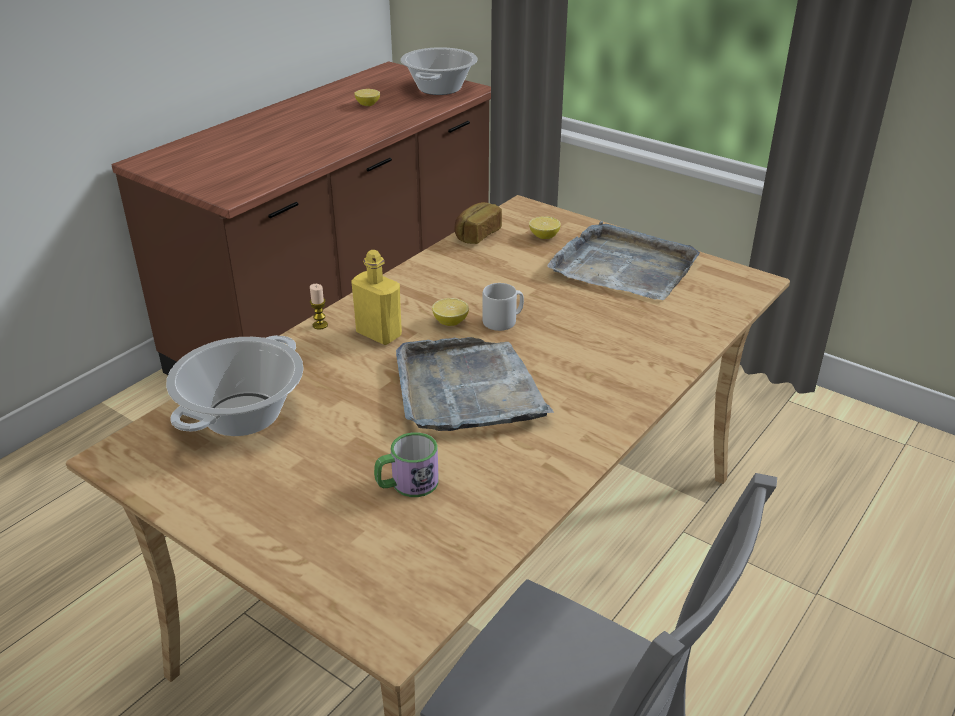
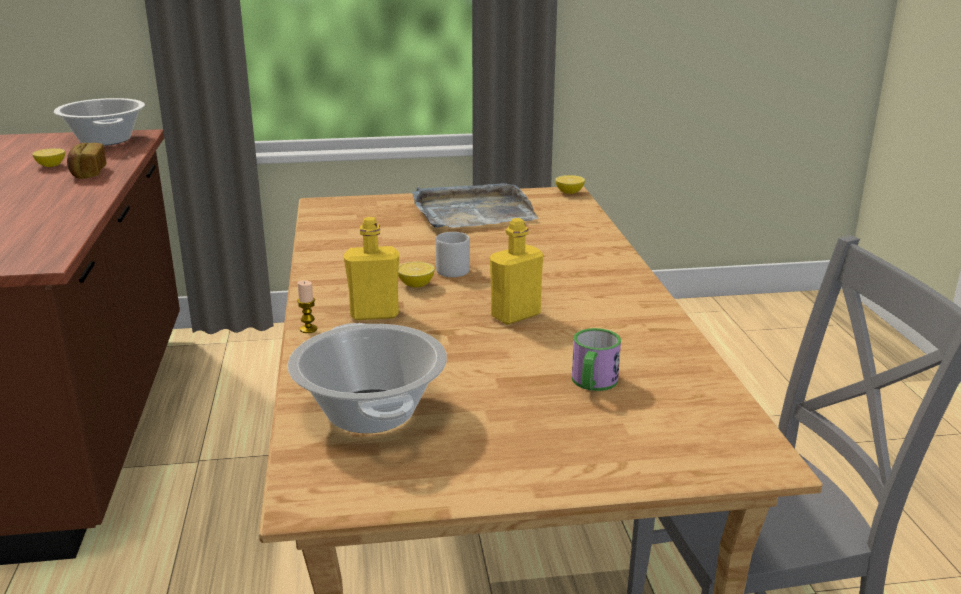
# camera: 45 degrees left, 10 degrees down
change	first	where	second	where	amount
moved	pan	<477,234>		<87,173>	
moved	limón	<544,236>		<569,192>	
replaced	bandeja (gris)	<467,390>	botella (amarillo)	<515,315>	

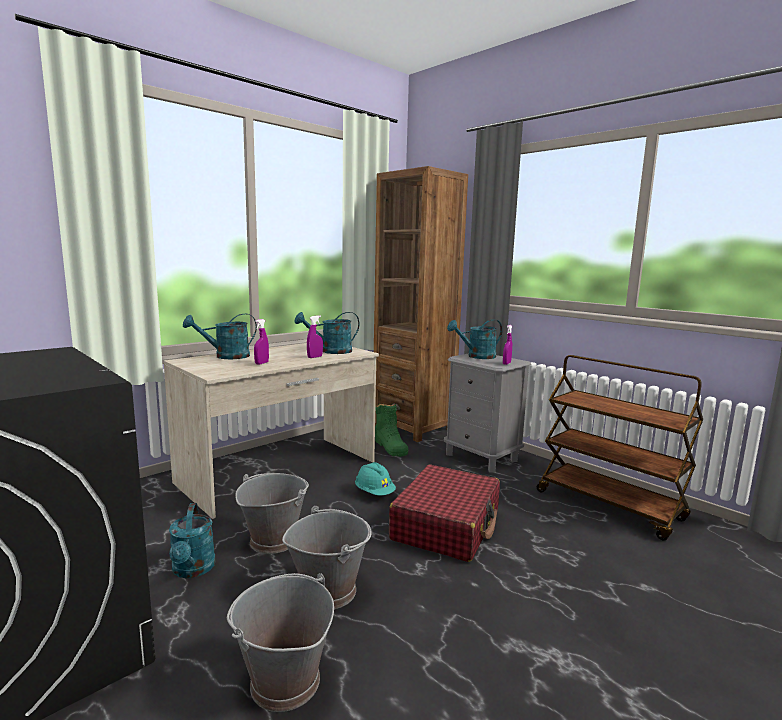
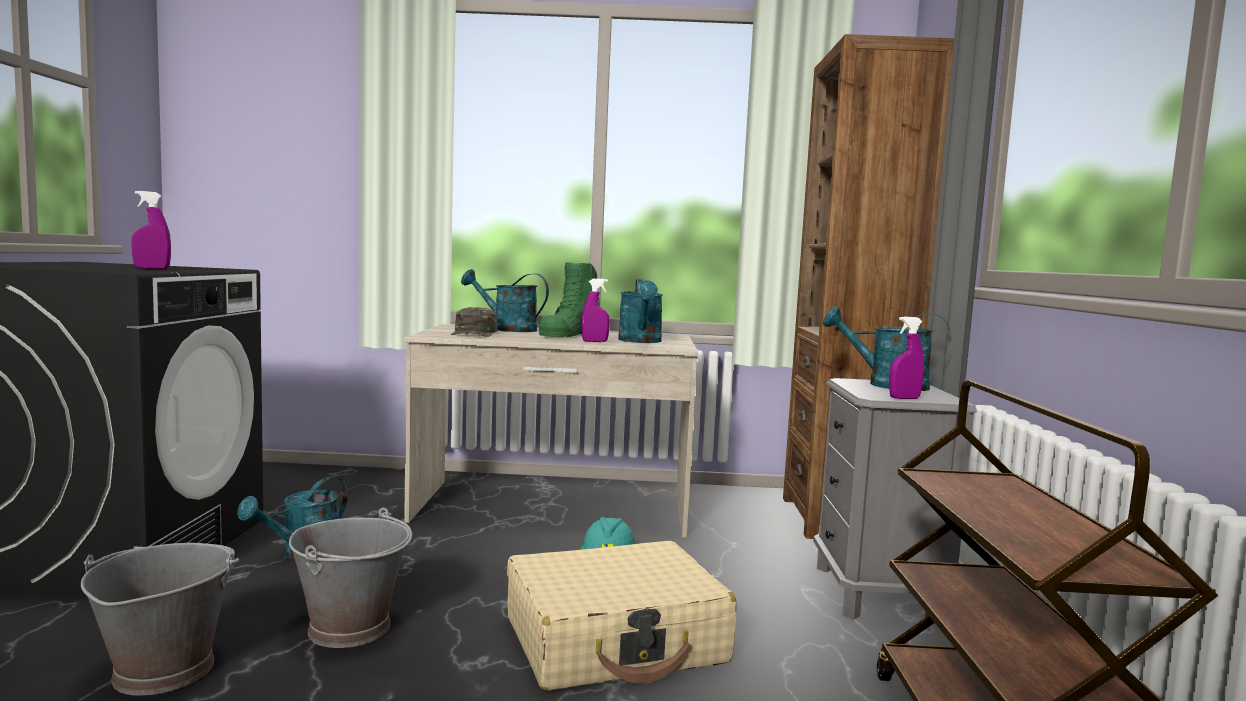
# camera: 45 degrees right, 5 degrees down
change	first	where	second	where	amount
removed	cubo (gris)	<273,540>			
added			gorra (verde)	<474,333>	
moved	pulverizador (morado)	<261,363>		<152,268>	
moved	bota (verde)	<390,447>		<568,334>	
recoloured	maleta (rojo)	<446,525>	maleta (beis)	<616,641>	
turned	regadera (turquesa)	<331,351>		<641,341>	120 degrees counterclockwise

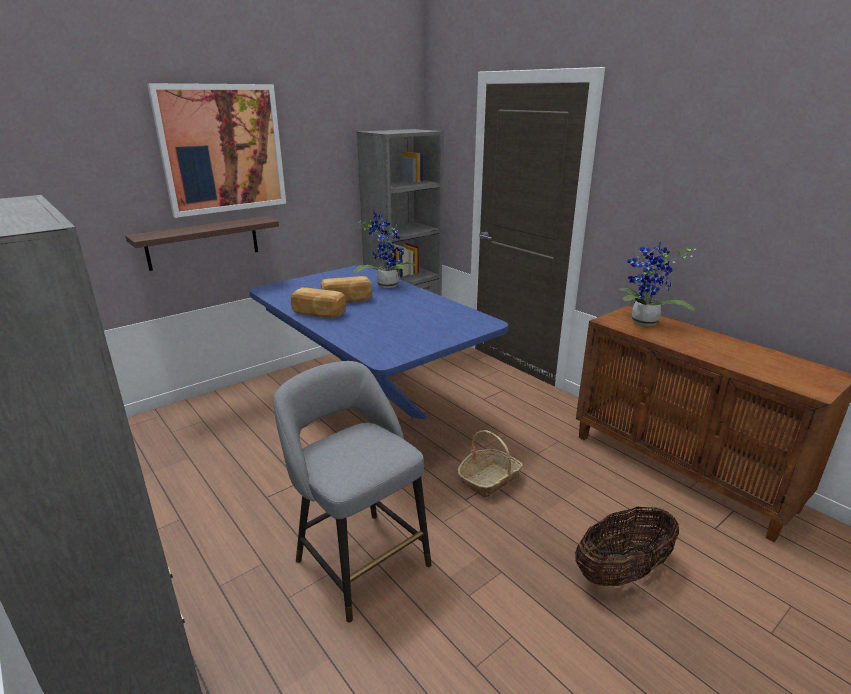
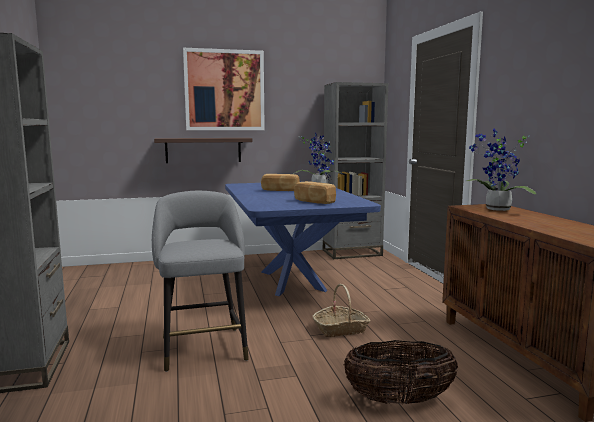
# camera: 25 degrees right, 15 degrees down
change	first	where	second	where	amount
moved	pan	<318,314>		<313,202>	

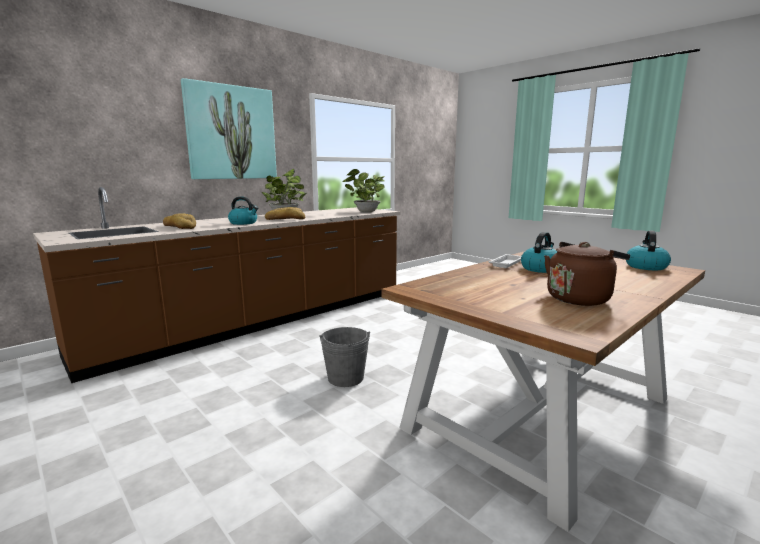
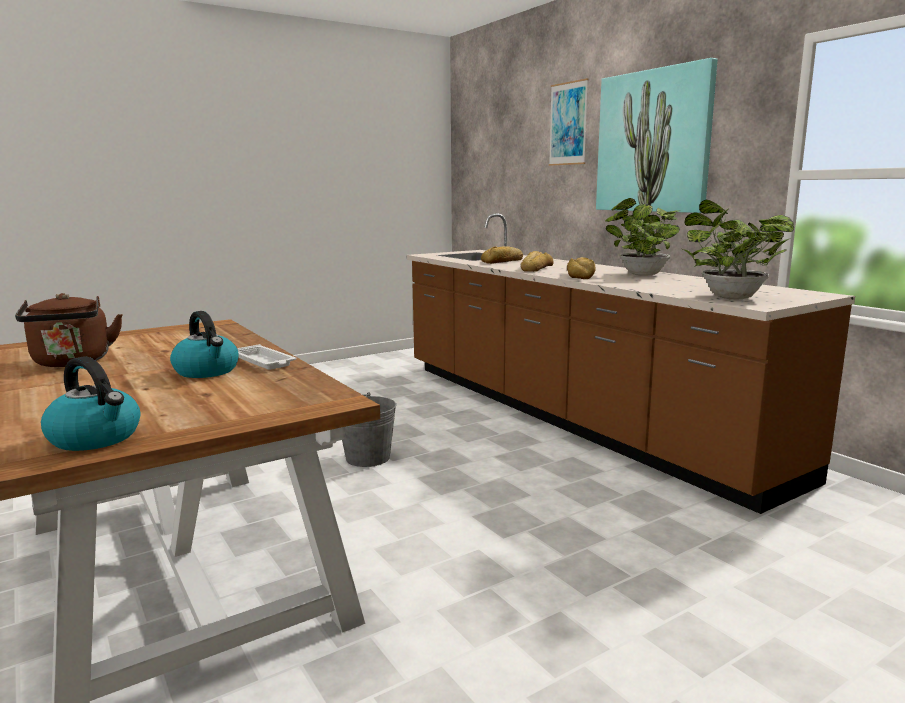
# camera: 100 degrees right, 0 degrees up
change	first	where	second	where	amount
added			cuadro	<568,124>	
replaced	hervidor	<244,223>	pan	<535,269>	

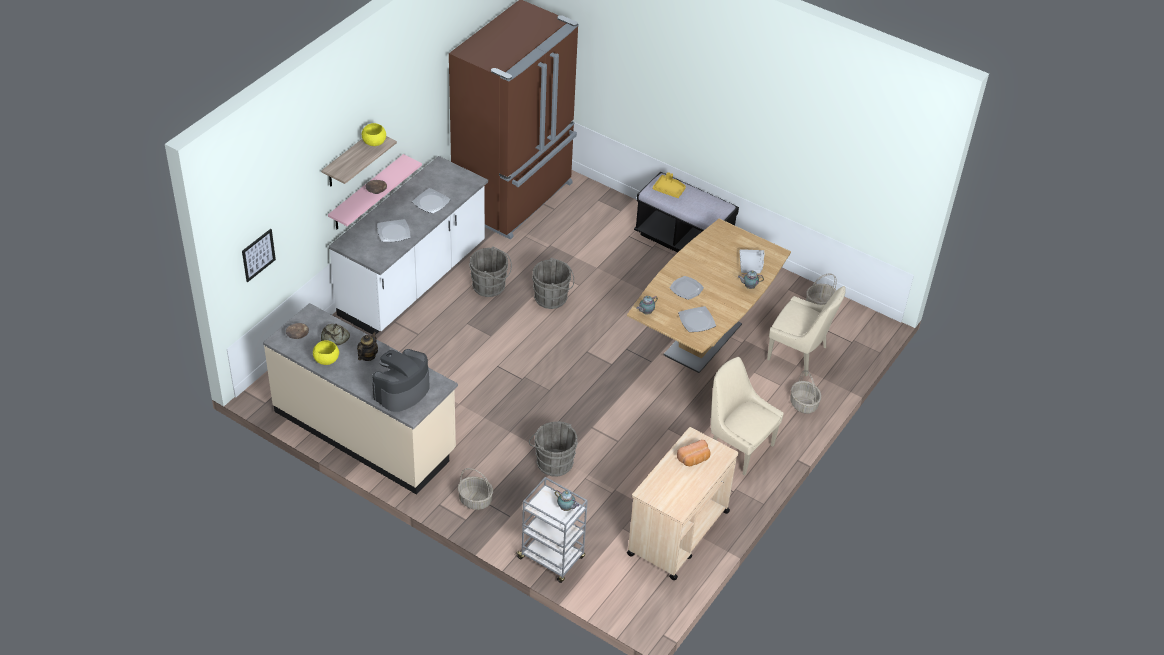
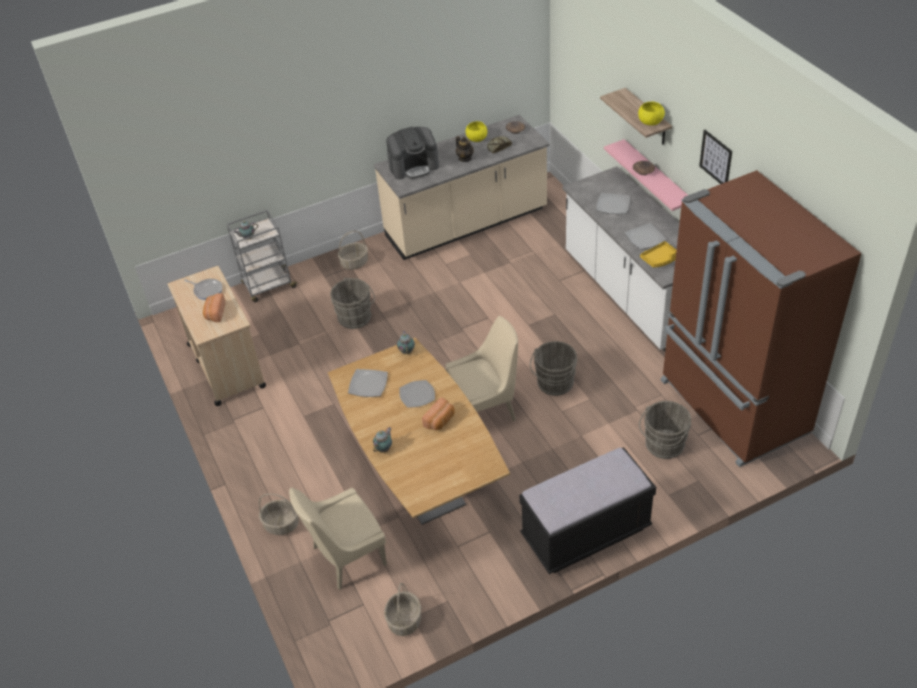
# camera: 125 degrees right, 0 degrees up
change	first	where	second	where	amount
removed	bandeja (gris)	<751,265>			
added			sartén	<207,290>	
added			pan	<440,421>	
moved	cuadro	<258,255>		<716,158>	
moved	cubo (gris)	<491,286>		<663,446>	
moved	bandeja (amarillo)	<669,189>		<660,259>	
moved	silla (beis)	<738,447>		<486,409>	
turned	cafetera	<401,391>		<414,166>	90 degrees clockwise

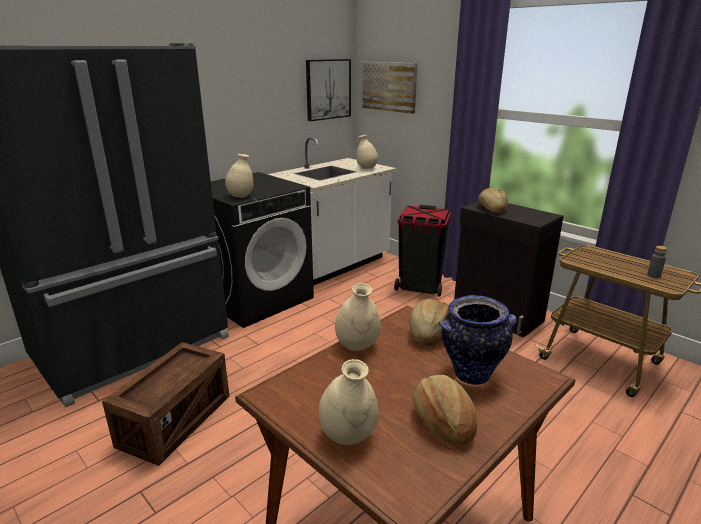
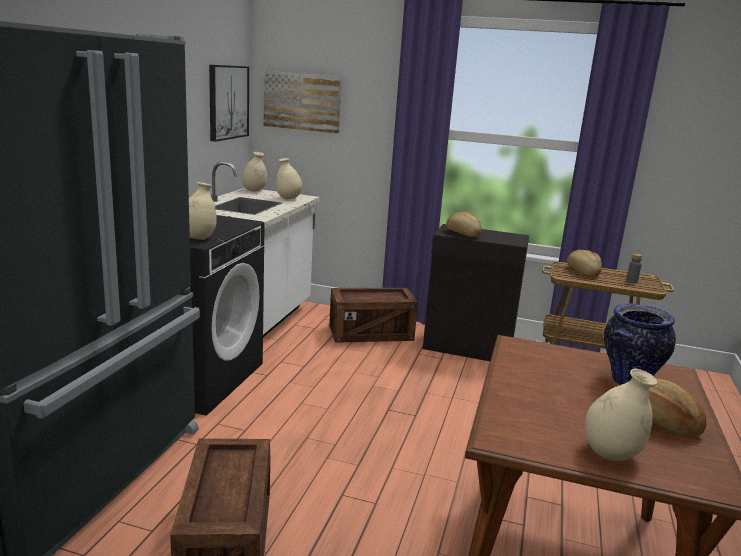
# camera: 30 degrees left, 5 degrees down
change	first	where	second	where	amount
moved	florero (beis)	<357,346>		<254,190>	
moved	pan	<428,332>		<582,272>	
replaced	papelera (negro)	<420,288>	caja de embalaje	<371,333>	

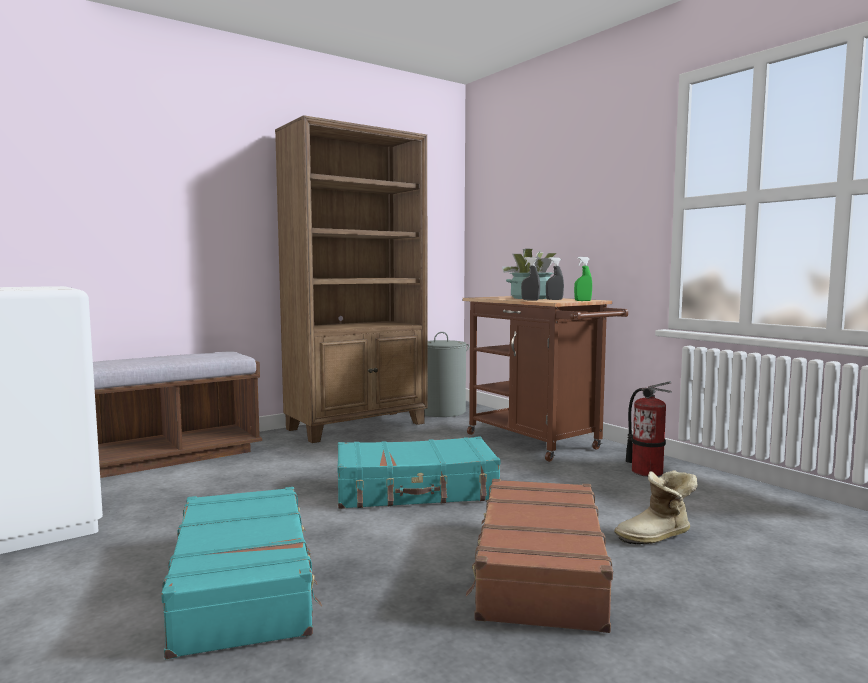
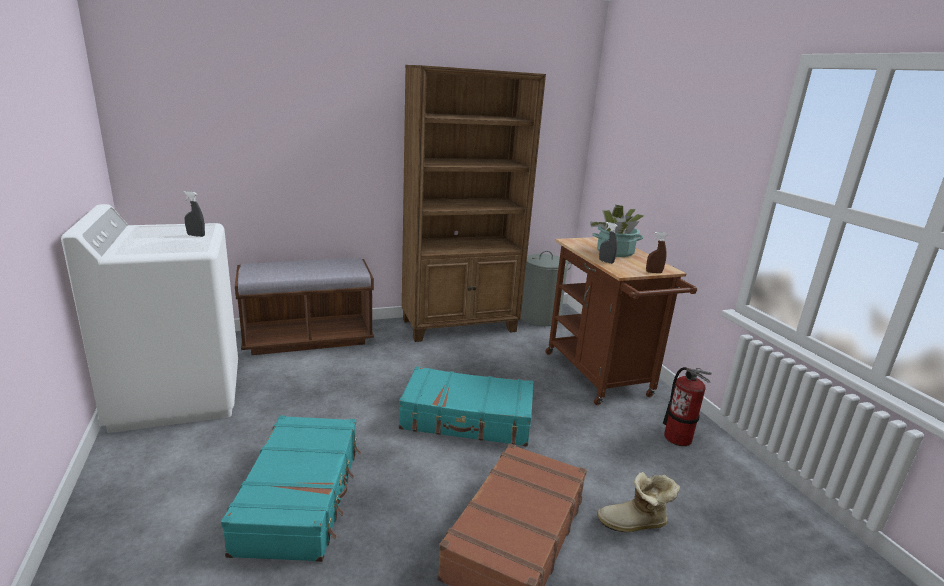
# camera: 15 degrees right, 15 degrees up
change	first	where	second	where	amount
moved	pulverizador (gris)	<554,299>		<196,235>	
recoloured	pulverizador (verde)	<582,301>	pulverizador (marrón)	<654,272>	

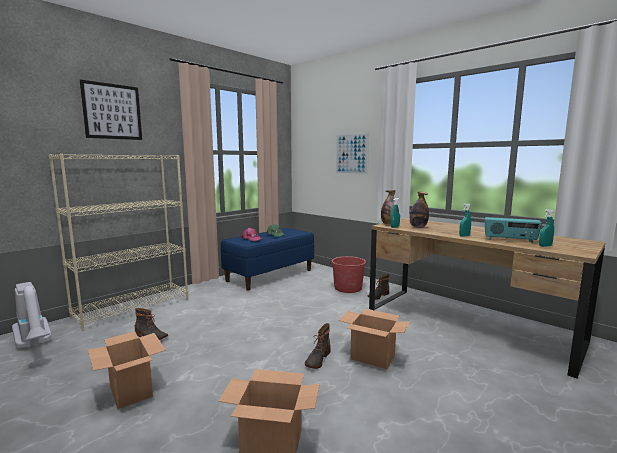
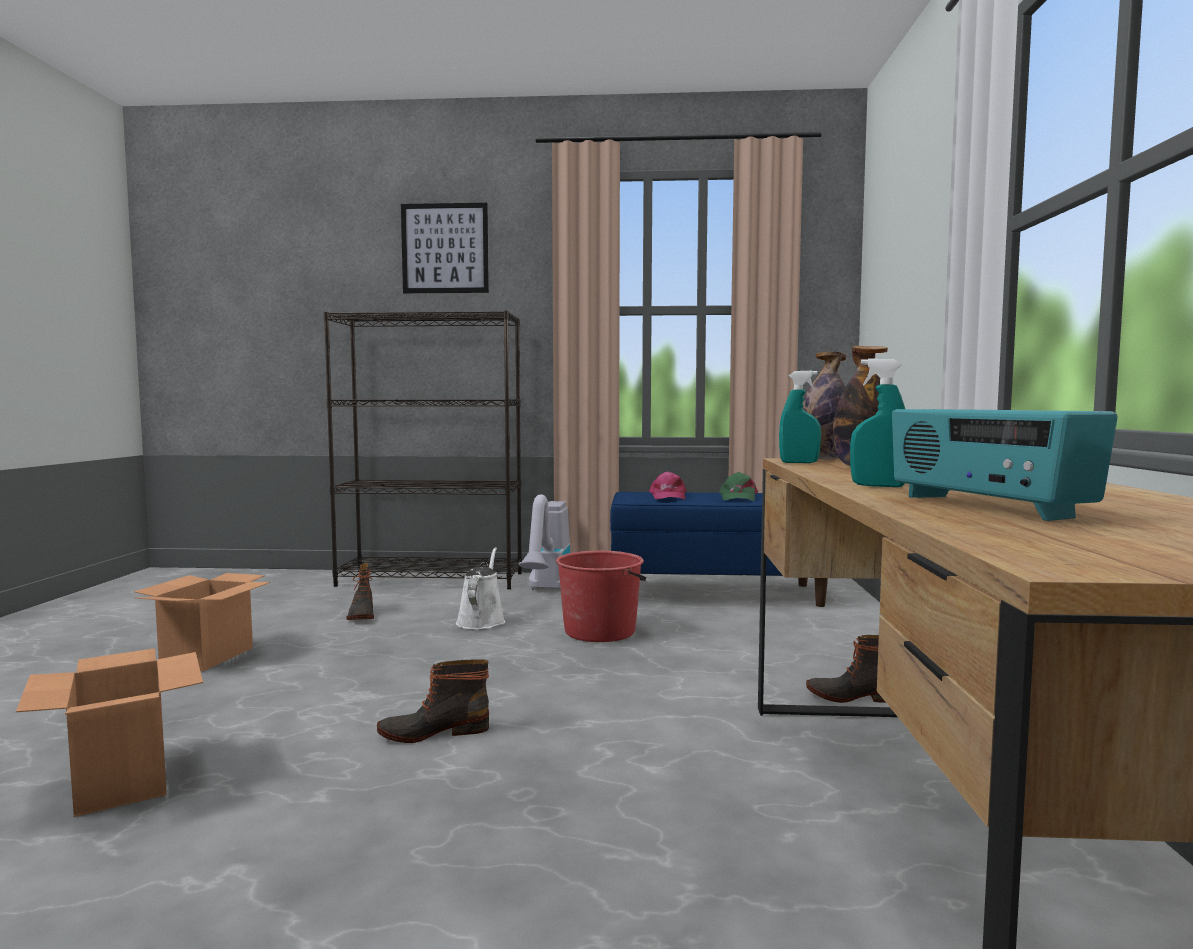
# camera: 50 degrees right, 5 degrees down
change	first	where	second	where	amount
removed	cuadro	<351,154>			
removed	caja de cartón	<372,357>			
removed	pulverizador (turquesa)	<545,246>			
added			regadera (blanco)	<482,621>	
moved	aspiradora	<35,345>		<549,590>	
moved	cubo (rojo)	<347,288>		<600,631>	
recoloured	estantería (beis)	<133,307>	estantería (negro)	<432,579>	

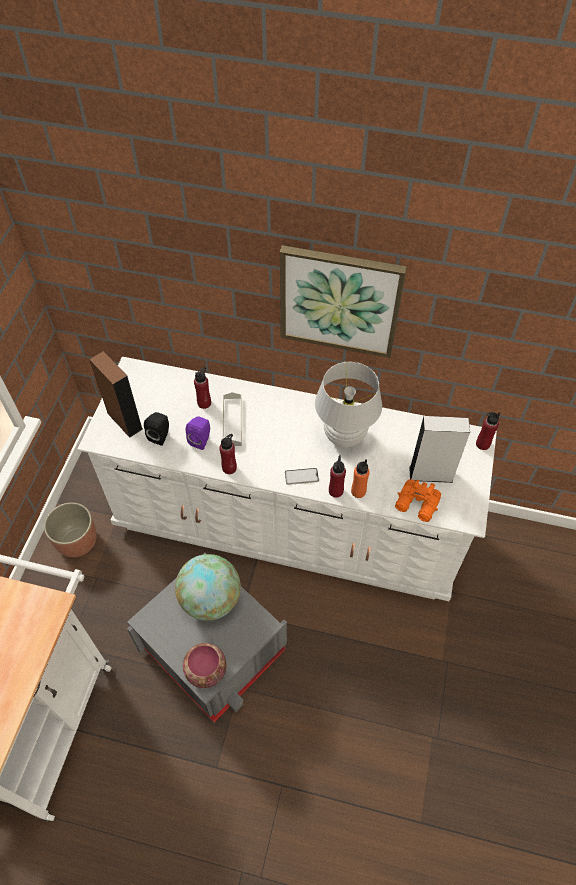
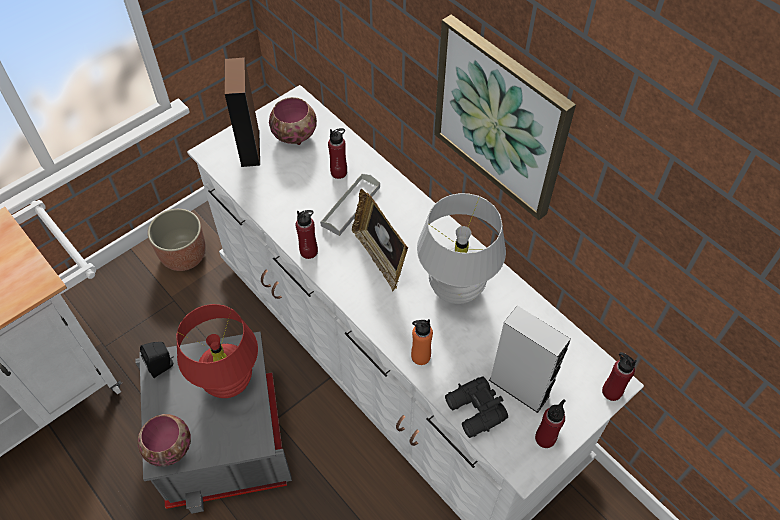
# camera: 35 degrees right, 0 degrees up
change	first	where	second	where	amount
removed	altavoz (morado)	<201,440>			
removed	móvil	<301,476>			
added			cuenco	<295,134>	
added			portarretratos	<380,257>	
moved	altavoz (negro)	<160,435>		<162,366>	
moved	botella (rojo)	<336,491>		<545,438>	
replaced	globo terráqueo	<210,599>	lámpara de mesa (rojo)	<228,381>	
recoloured	prismáticos (naranja)	<417,505>	prismáticos (negro)	<474,412>	

